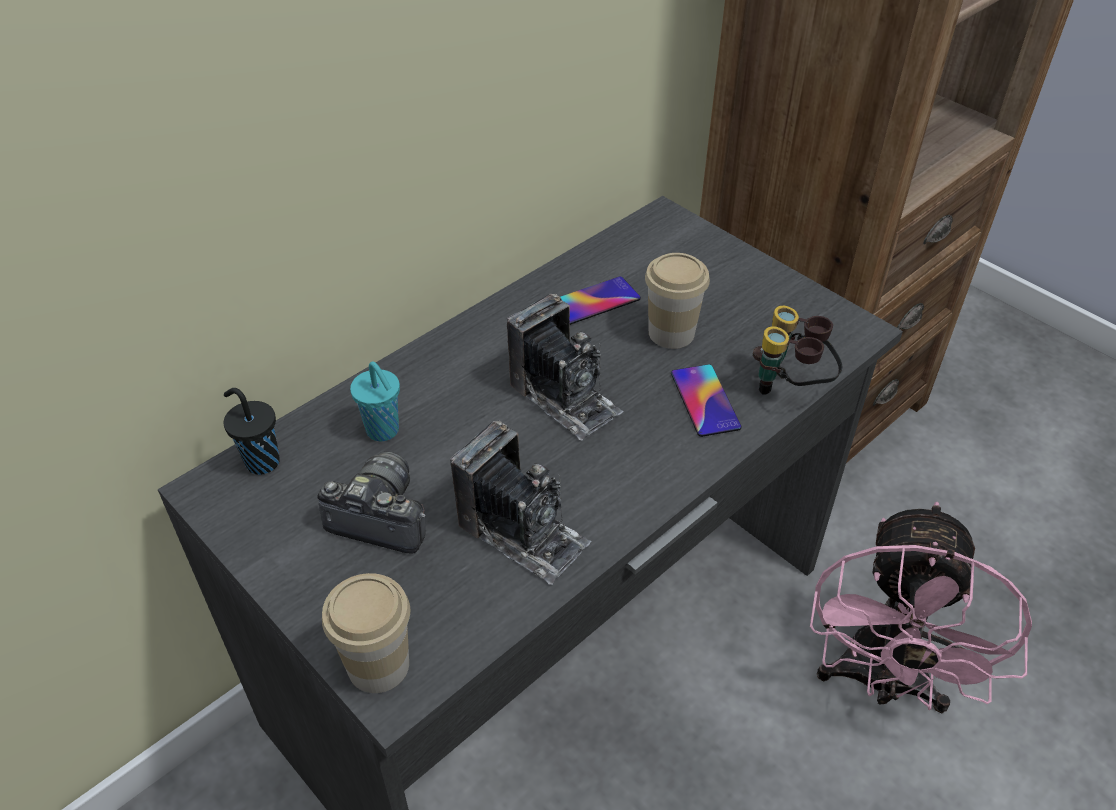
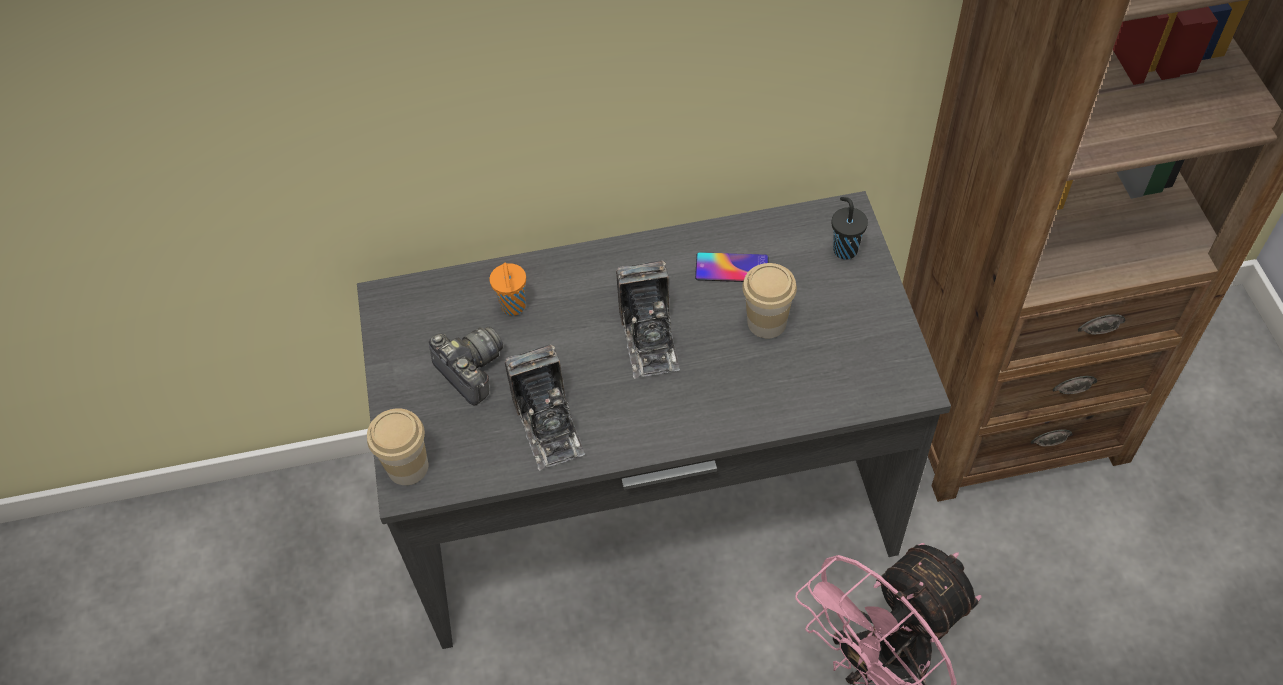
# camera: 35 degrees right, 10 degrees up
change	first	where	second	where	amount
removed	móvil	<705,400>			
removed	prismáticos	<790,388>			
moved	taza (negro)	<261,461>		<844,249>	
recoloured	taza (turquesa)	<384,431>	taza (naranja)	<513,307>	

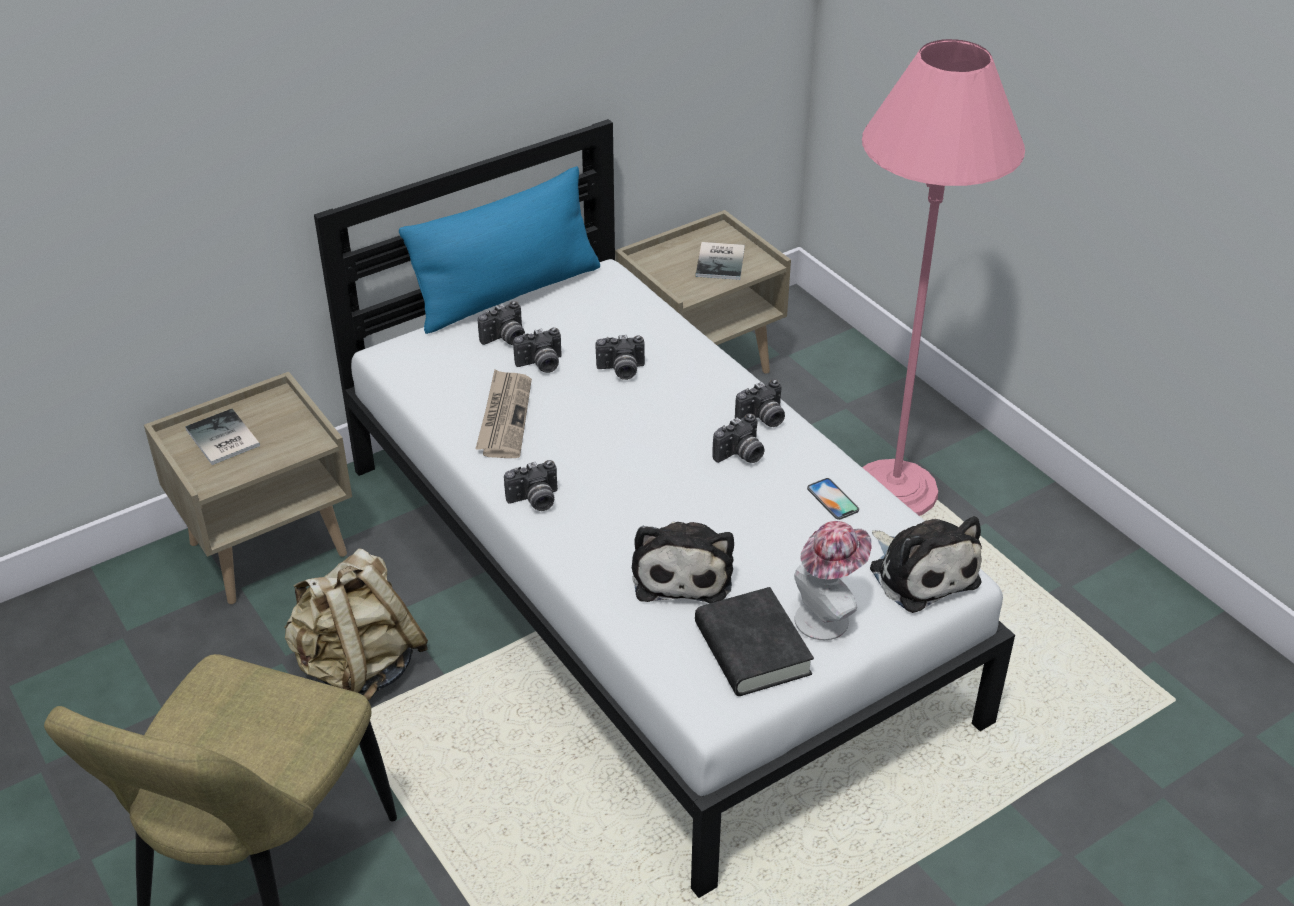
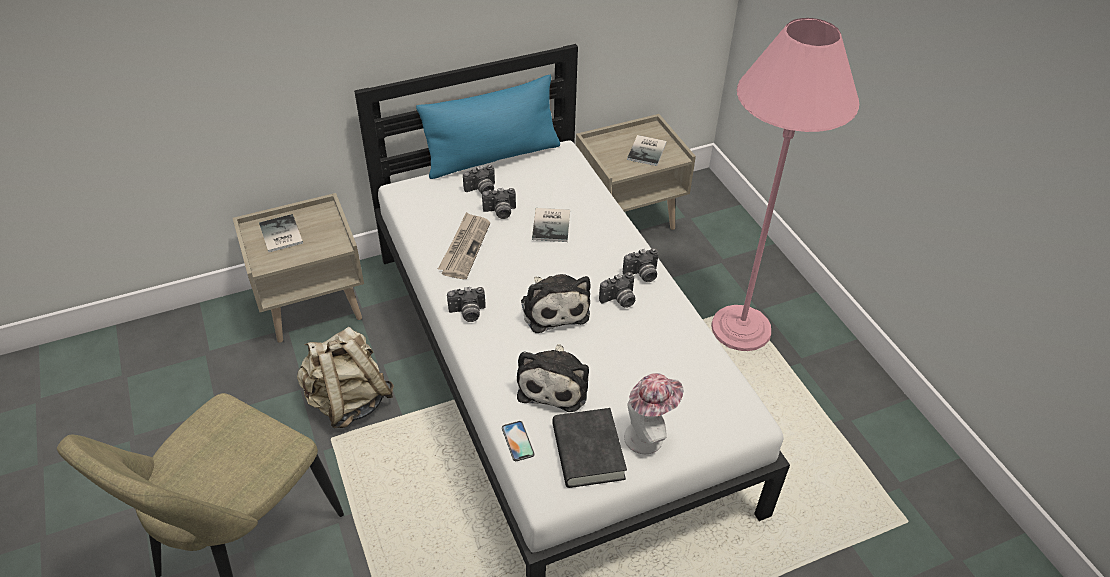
# camera: 10 degrees right, 5 degrees up
change	first	where	second	where	amount
moved	móvil	<832,499>		<518,441>	
moved	peluche	<921,572>		<554,308>	
replaced	cámara	<621,371>	libro	<553,225>	

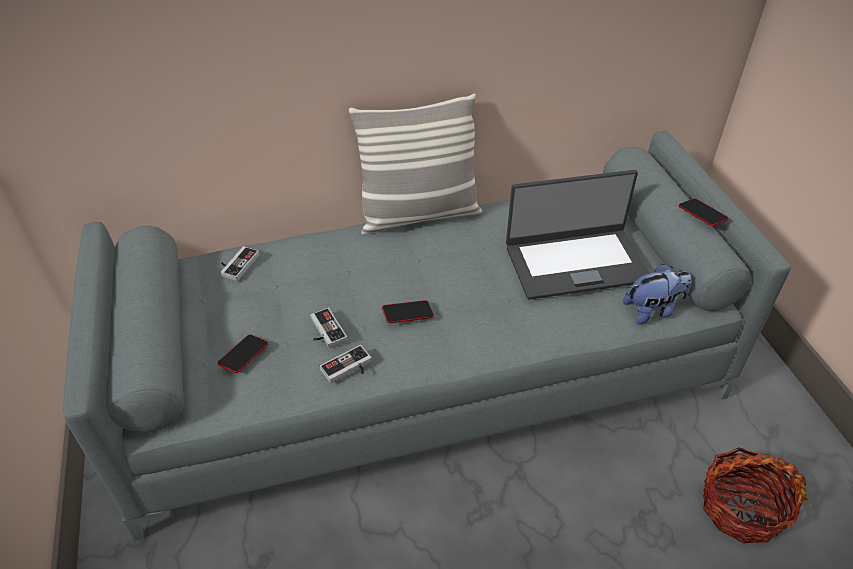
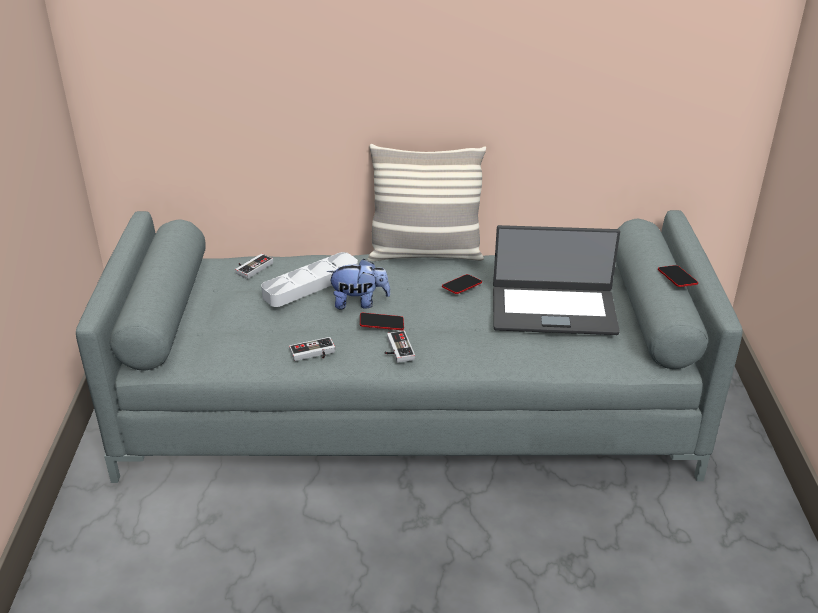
# camera: 15 degrees right, 10 degrees down
change	first	where	second	where	amount
removed	cesta	<741,508>			
added			bandeja (gris)	<311,284>	
moved	móvil	<244,356>		<461,287>	
moved	mando de consola	<324,331>		<396,349>	
moved	peluche	<652,310>		<359,303>	

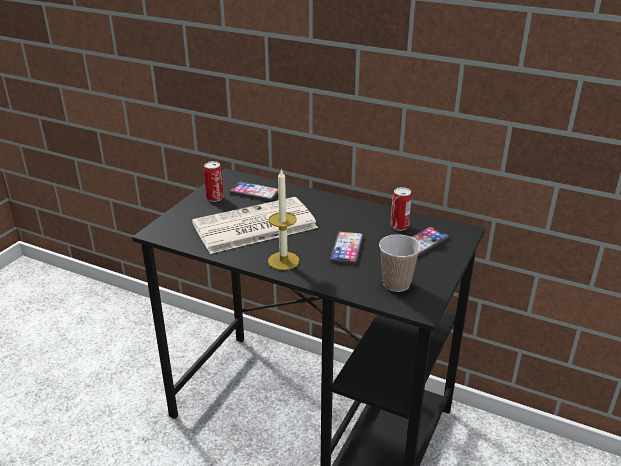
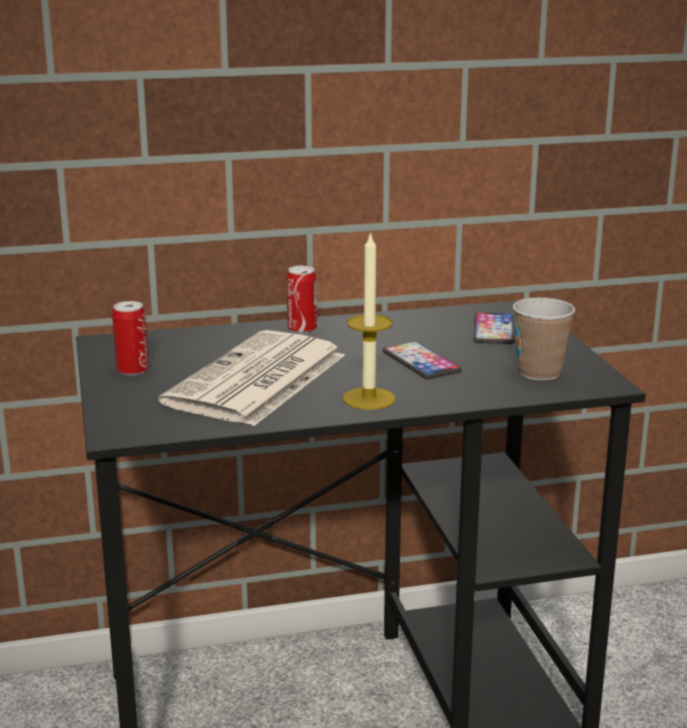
# camera: 40 degrees left, 10 degrees down
change	first	where	second	where	amount
removed	móvil	<254,192>			
moved	lata	<399,226>		<302,329>	

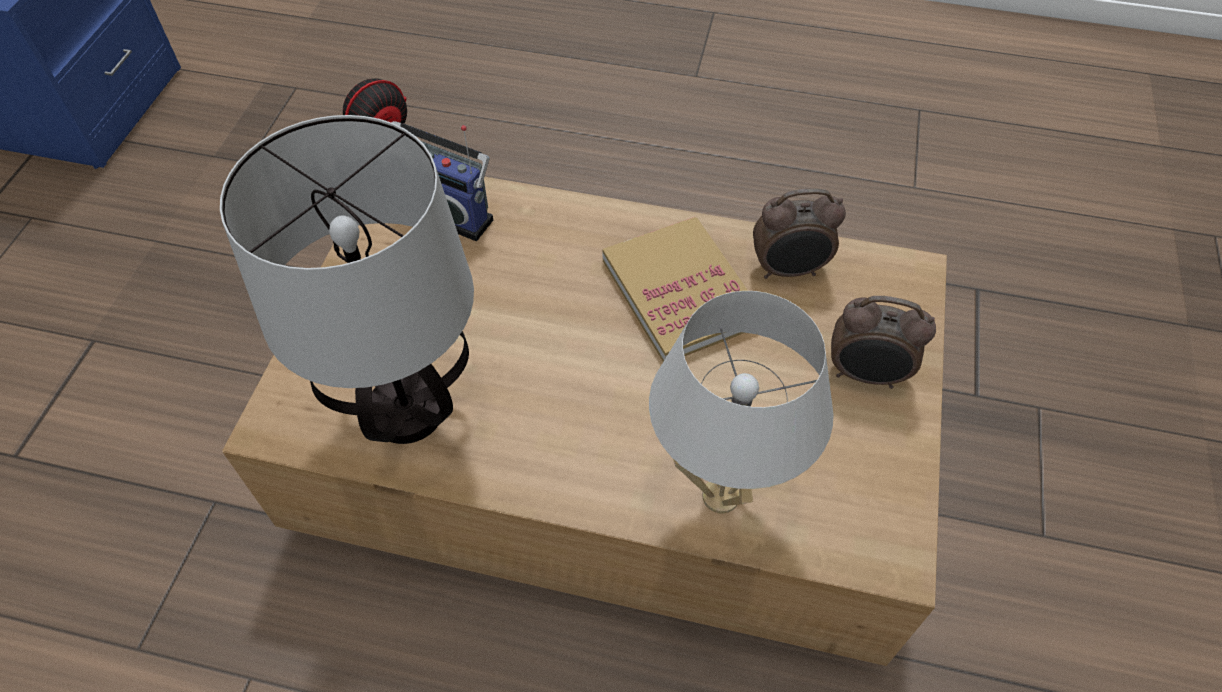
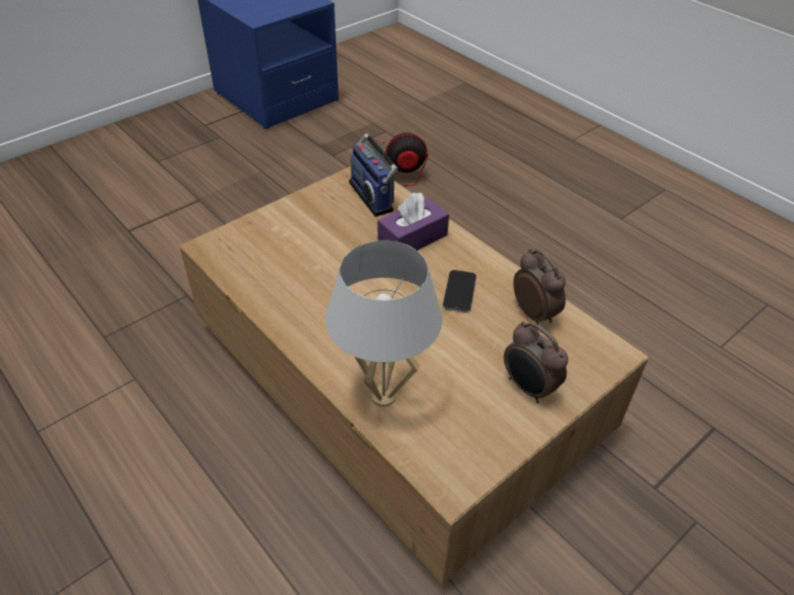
# camera: 35 degrees right, 10 degrees down
change	first	where	second	where	amount
removed	lámpara de mesa	<409,410>			
added			caja de pañuelos (morado)	<412,238>	
replaced	libro	<680,292>	móvil	<459,292>	
turned	despertador	<789,270>		<534,313>	150 degrees counterclockwise

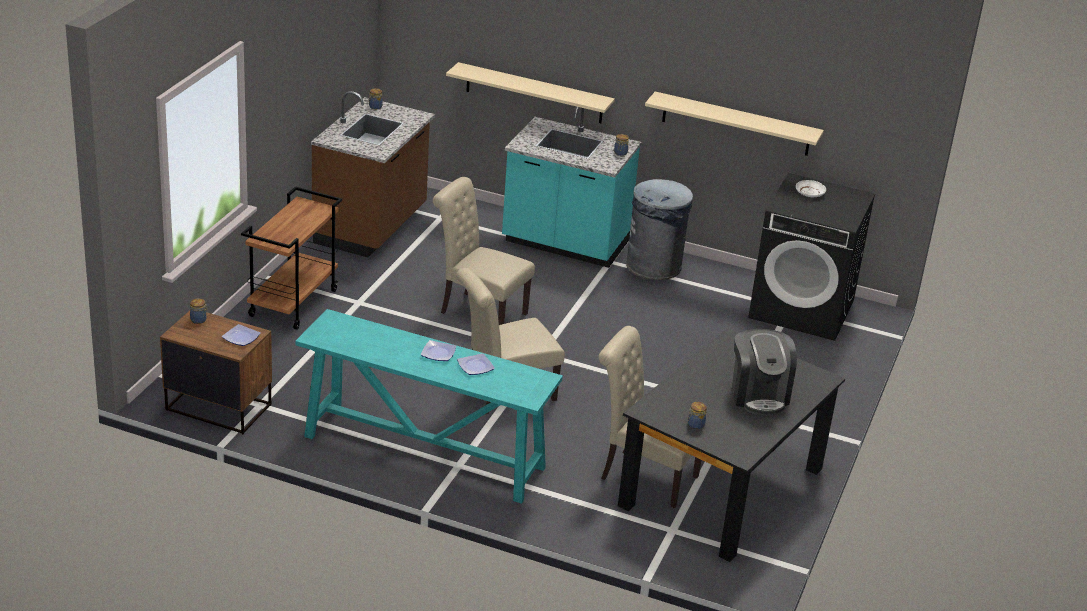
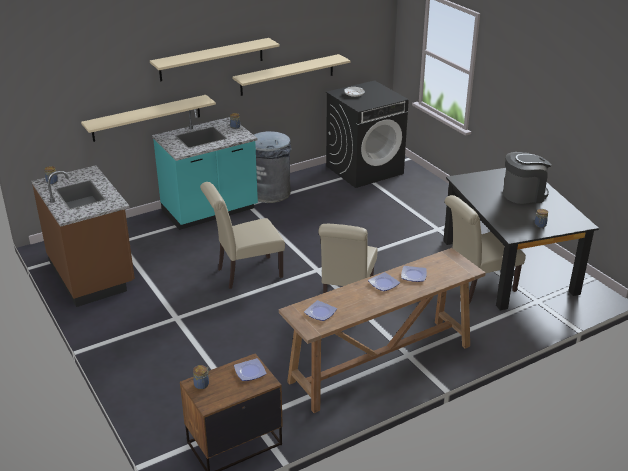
# camera: 50 degrees left, 0 degrees up
change	first	where	second	where	amount
removed	carrito (marrón)	<293,302>			
added			estante (beis)	<211,59>	
added			plato	<320,312>	
recoloured	mesa consola (turquesa)	<423,452>	mesa consola (marrón)	<380,364>	
turned	cafetera	<758,395>		<523,194>	45 degrees counterclockwise

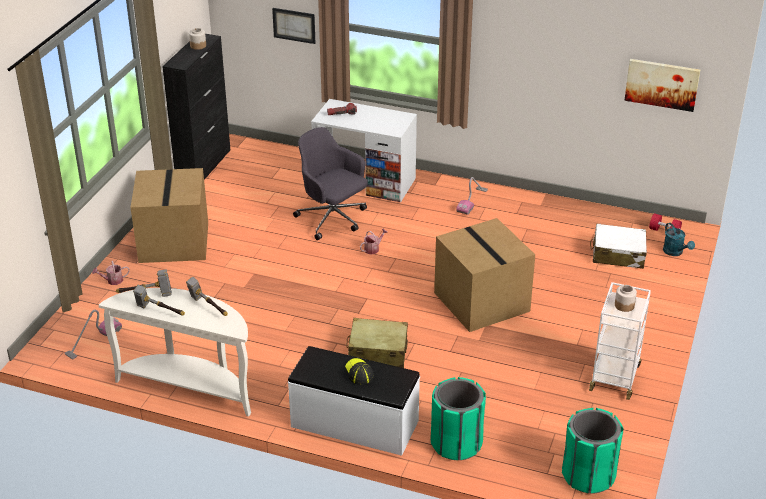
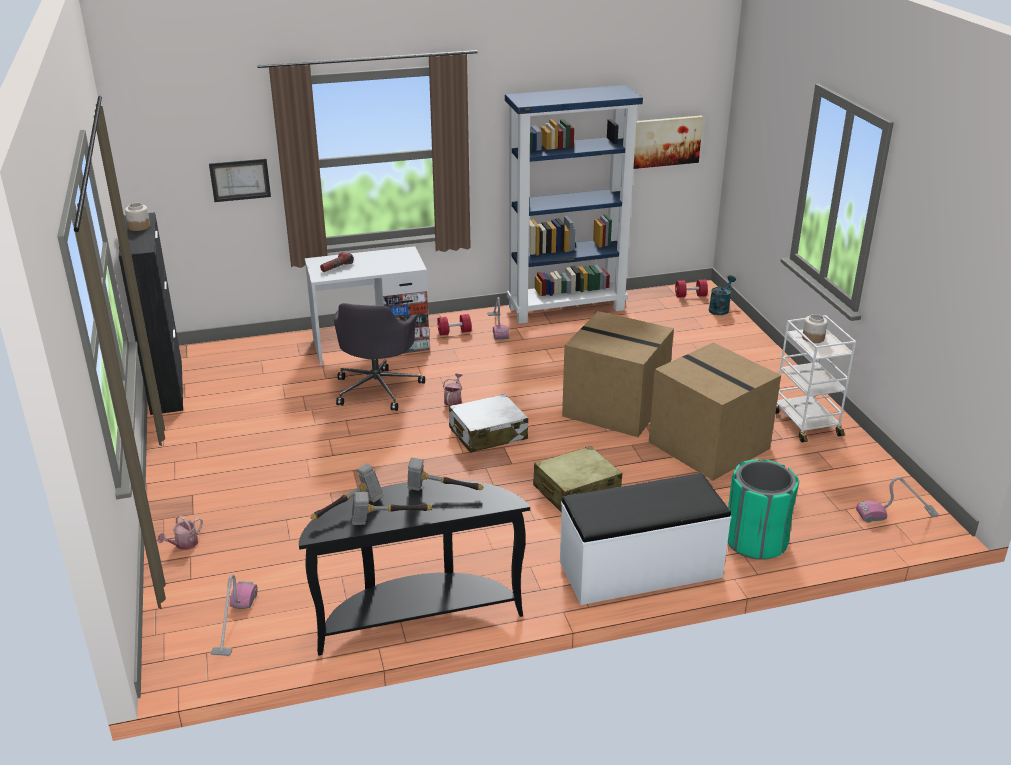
# camera: 35 degrees left, 5 degrees down
change	first	where	second	where	amount
removed	gorra	<359,373>			
added			mancuerna (rojo)	<454,332>	
added			estantería (azul)	<567,308>	
moved	caja de cartón	<173,241>		<707,445>	
moved	maleta (blanco)	<618,254>		<487,434>	
replaced	papelera (verde)	<588,475>	aspiradora	<896,514>	
recoloured	mesa consola (blanco)	<190,386>	mesa consola (negro)	<417,616>	
turned	silla de oficina (gris)	<332,219>		<378,388>	90 degrees counterclockwise
turned	regadera (turquesa)	<675,252>		<720,308>	90 degrees counterclockwise

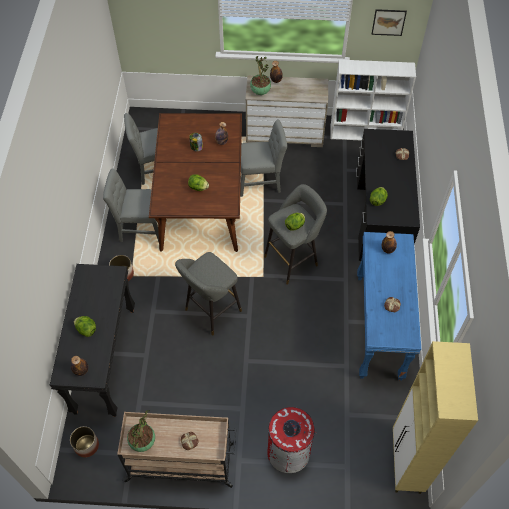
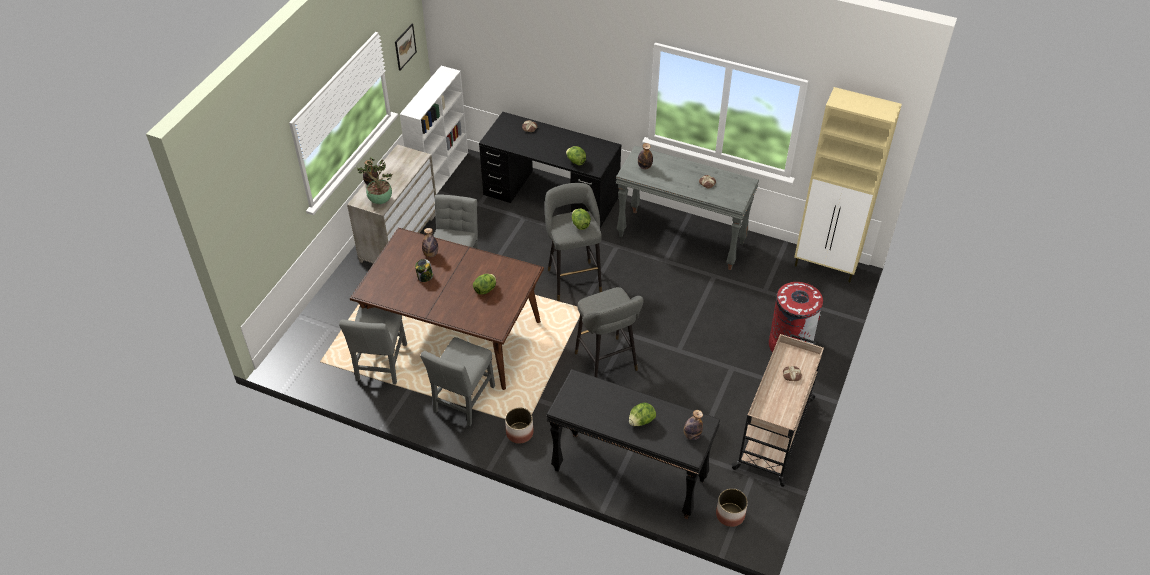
# camera: 70 degrees left, 10 degrees down
change	first	where	second	where	amount
removed	planta en maceta	<143,441>			
recoloured	mesa consola (azul)	<379,327>	mesa consola (gris)	<682,239>	

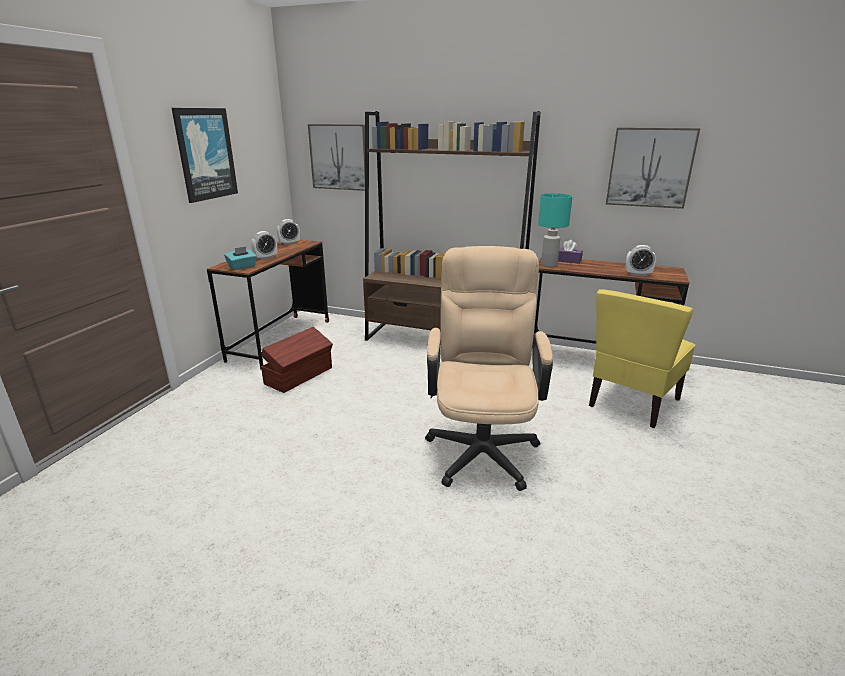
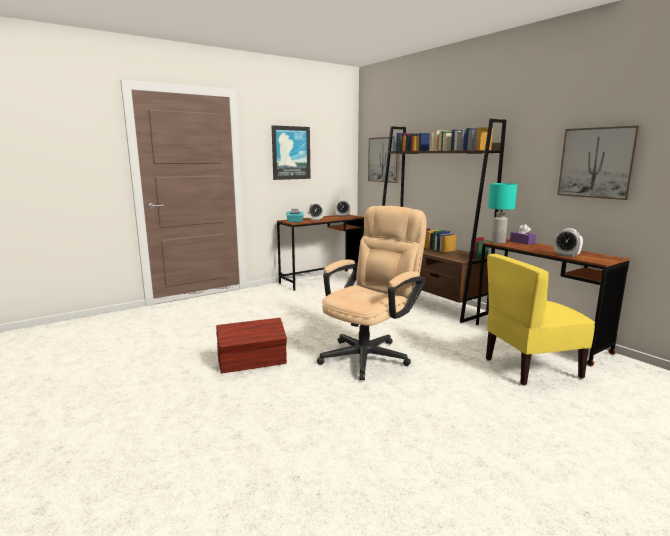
# camera: 35 degrees right, 10 degrees down
change	first	where	second	where	amount
moved	caja de almacenaje (marrón)	<300,375>		<253,362>	

